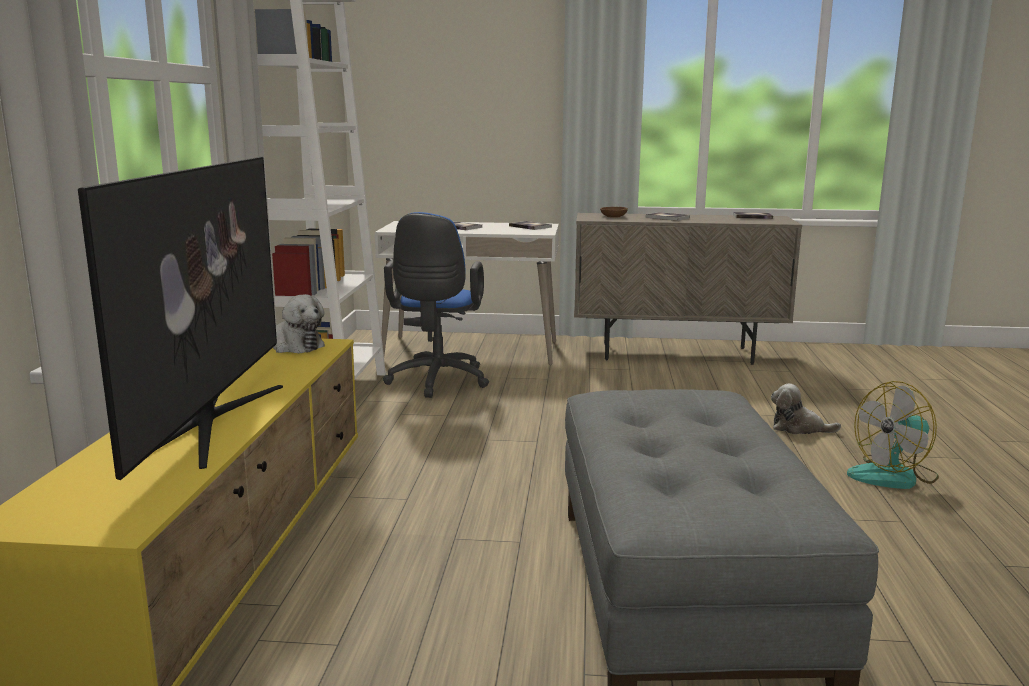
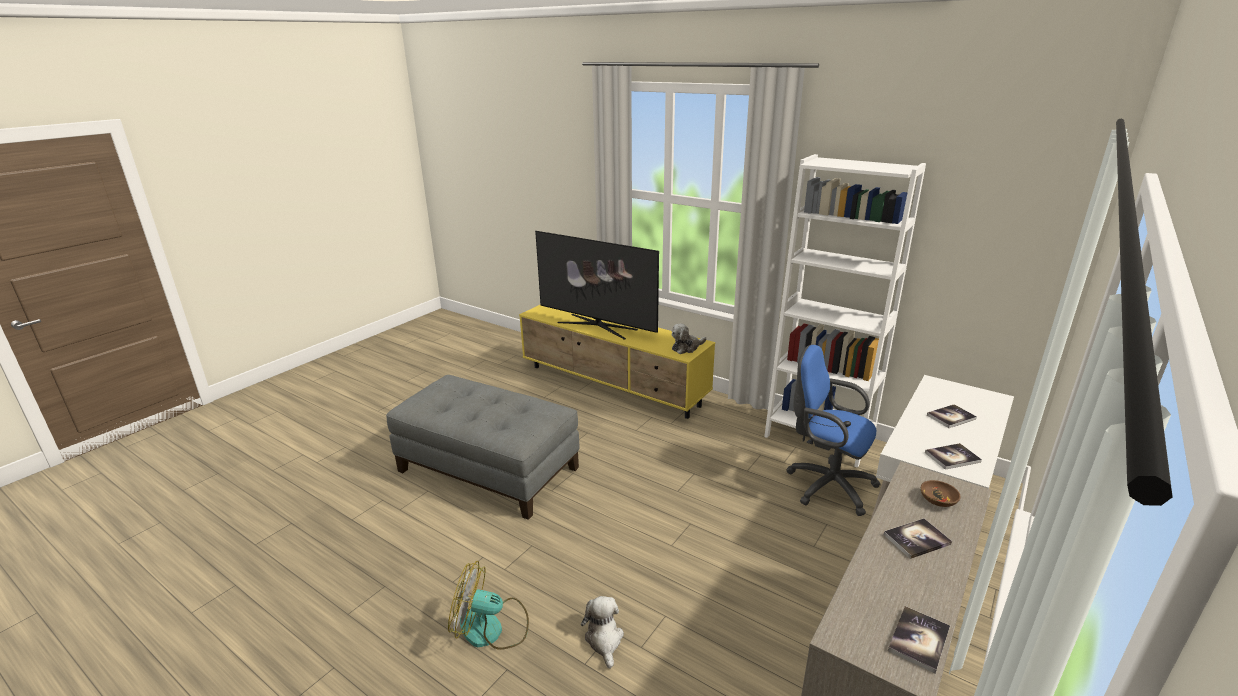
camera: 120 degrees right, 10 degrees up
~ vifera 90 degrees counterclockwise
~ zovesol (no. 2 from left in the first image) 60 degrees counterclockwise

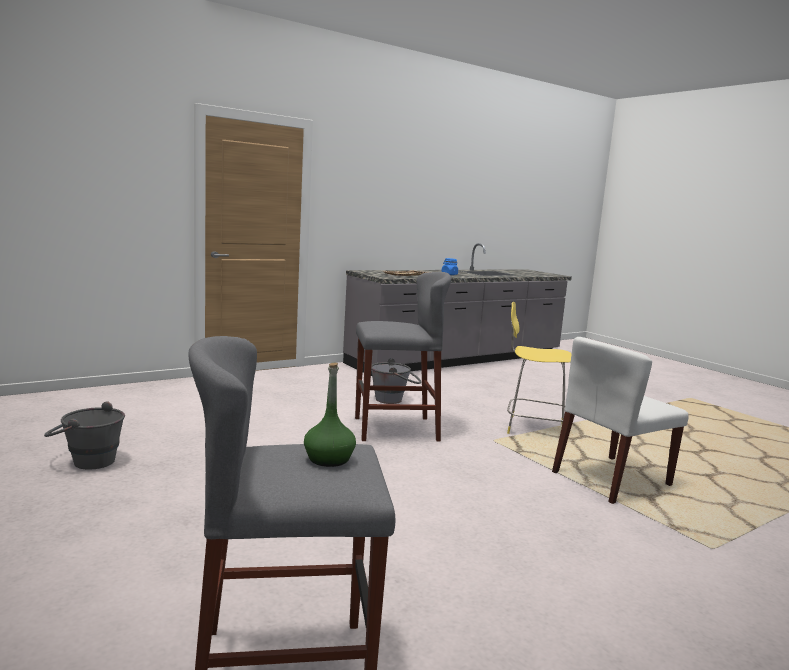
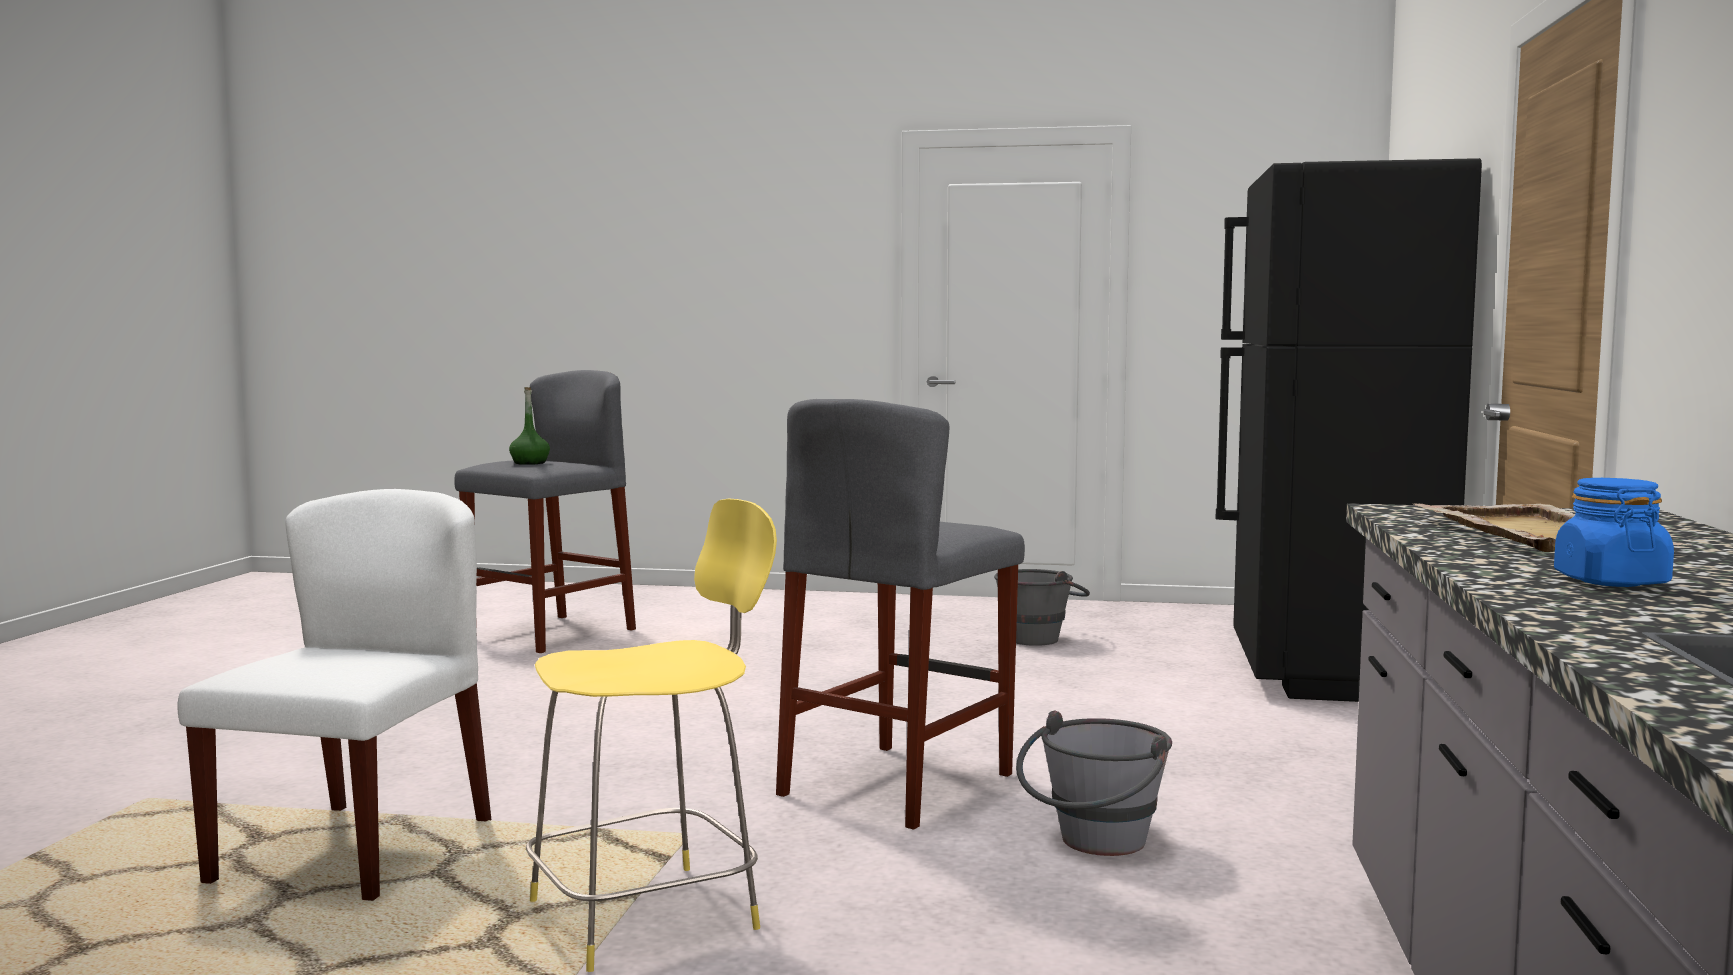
camera: 135 degrees right, 5 degrees down
+ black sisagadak

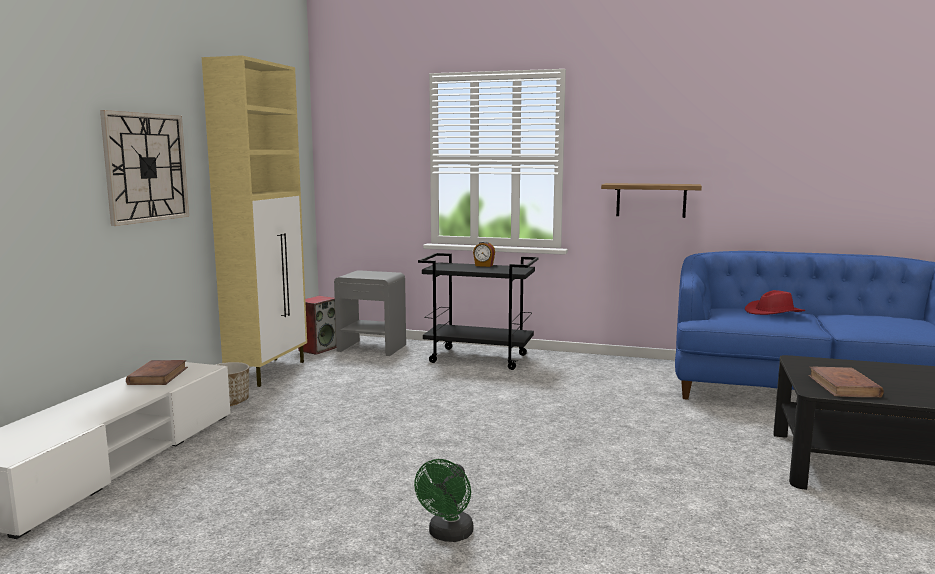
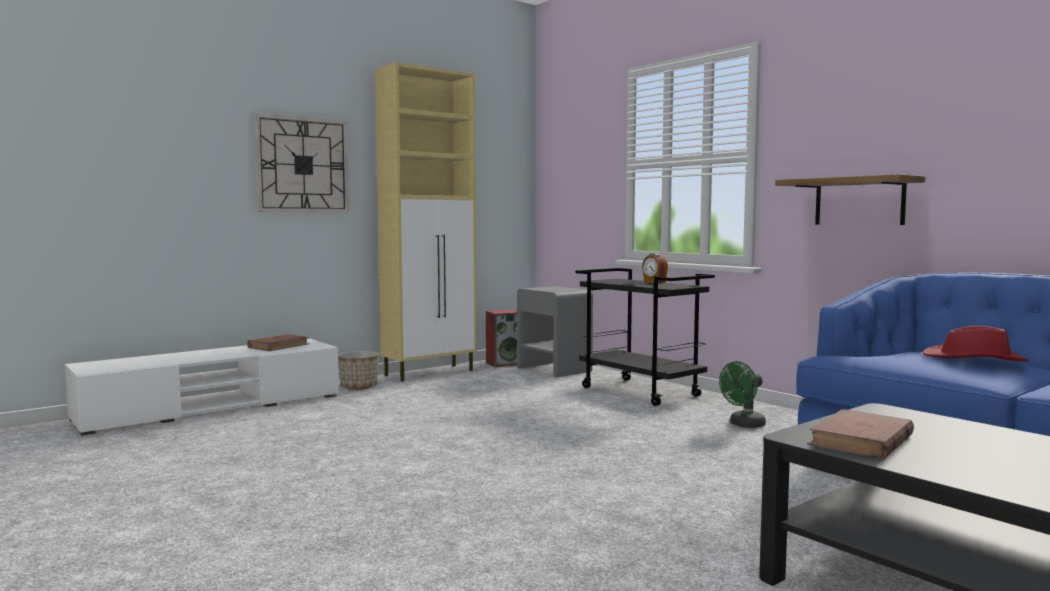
camera: 35 degrees right, 5 degrees down
~ green vifera

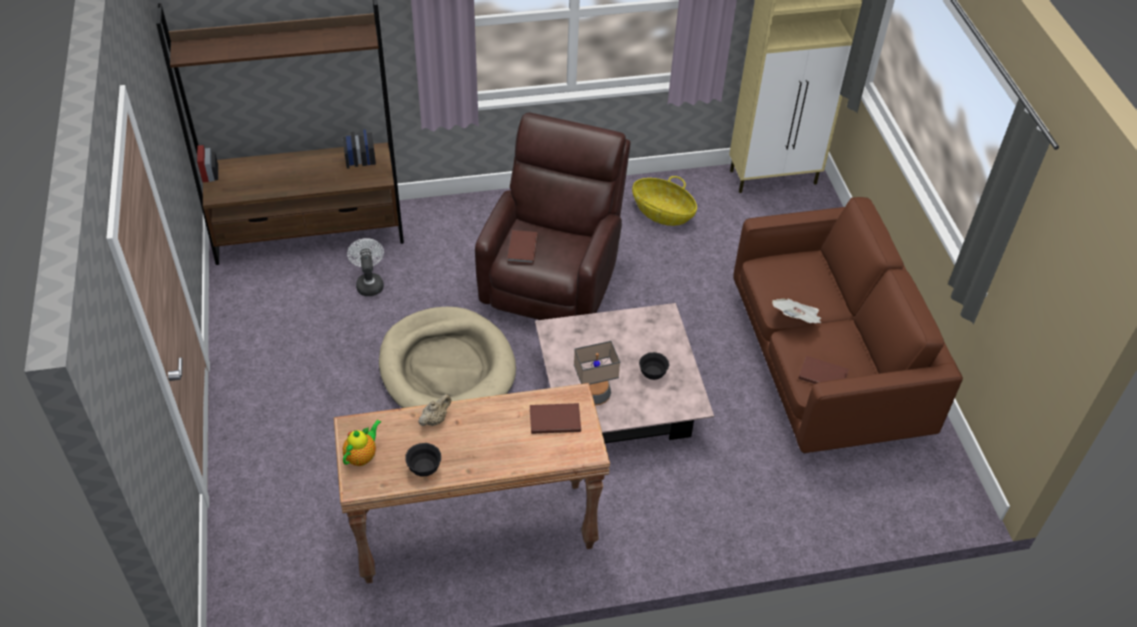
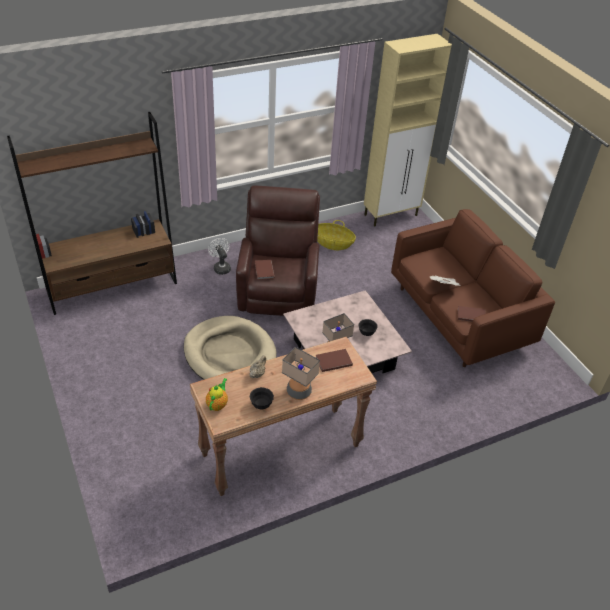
camera: 15 degrees left, 5 degrees down
~ white vifera
+ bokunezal (no. 1 from left)

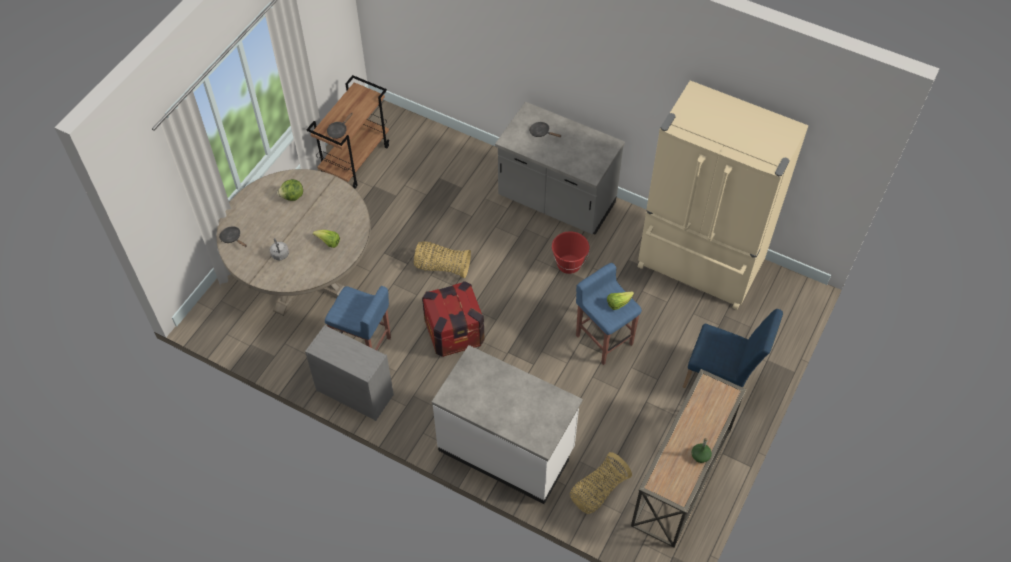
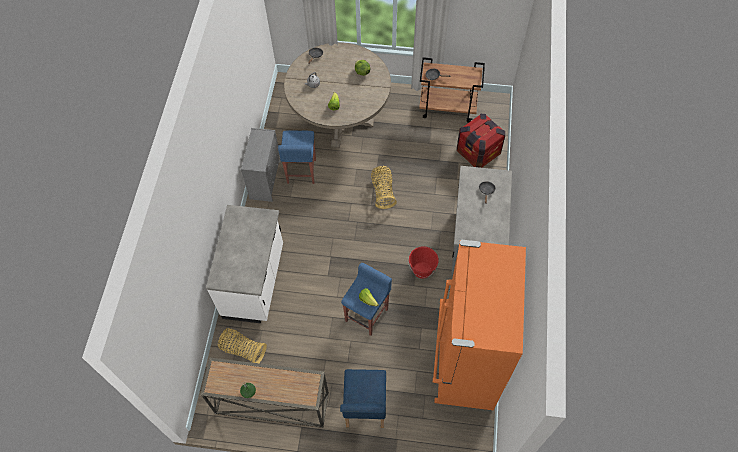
camera: 70 degrees right, 5 degrees up
~ beige sisagadak to orange sisagadak
~ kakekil

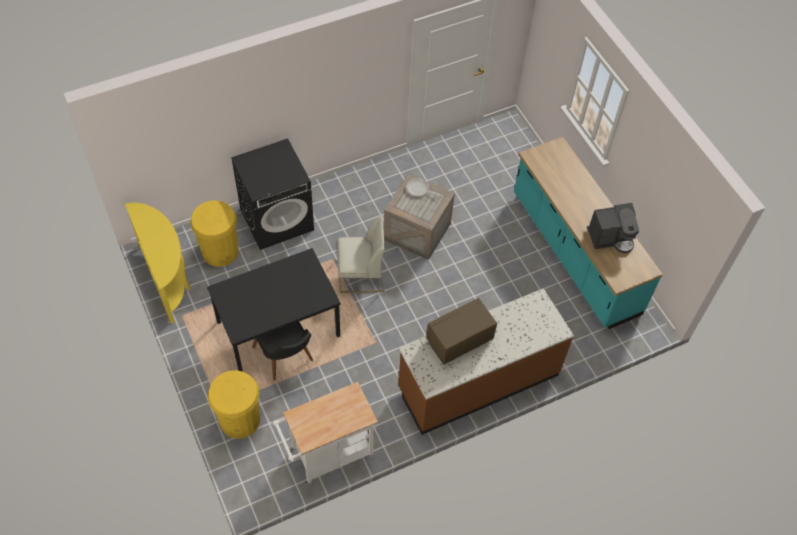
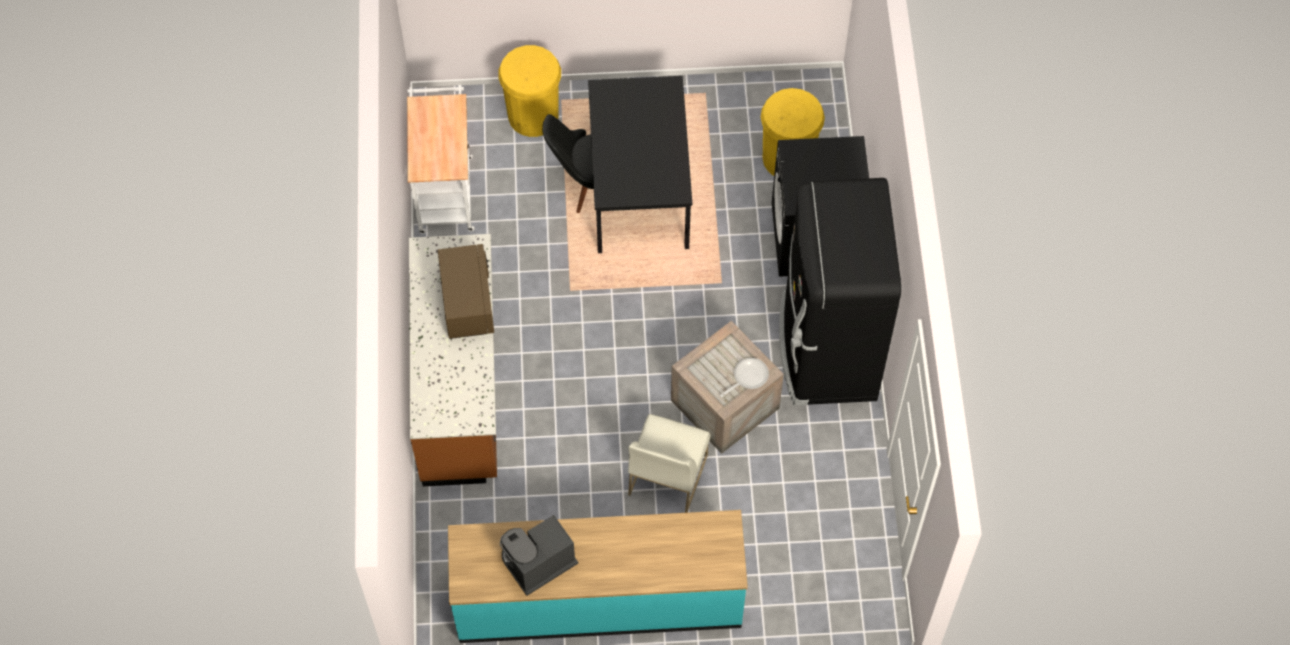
camera: 115 degrees right, 5 degrees up
~ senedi 45 degrees clockwise
~ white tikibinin
+ black sisagadak
- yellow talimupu

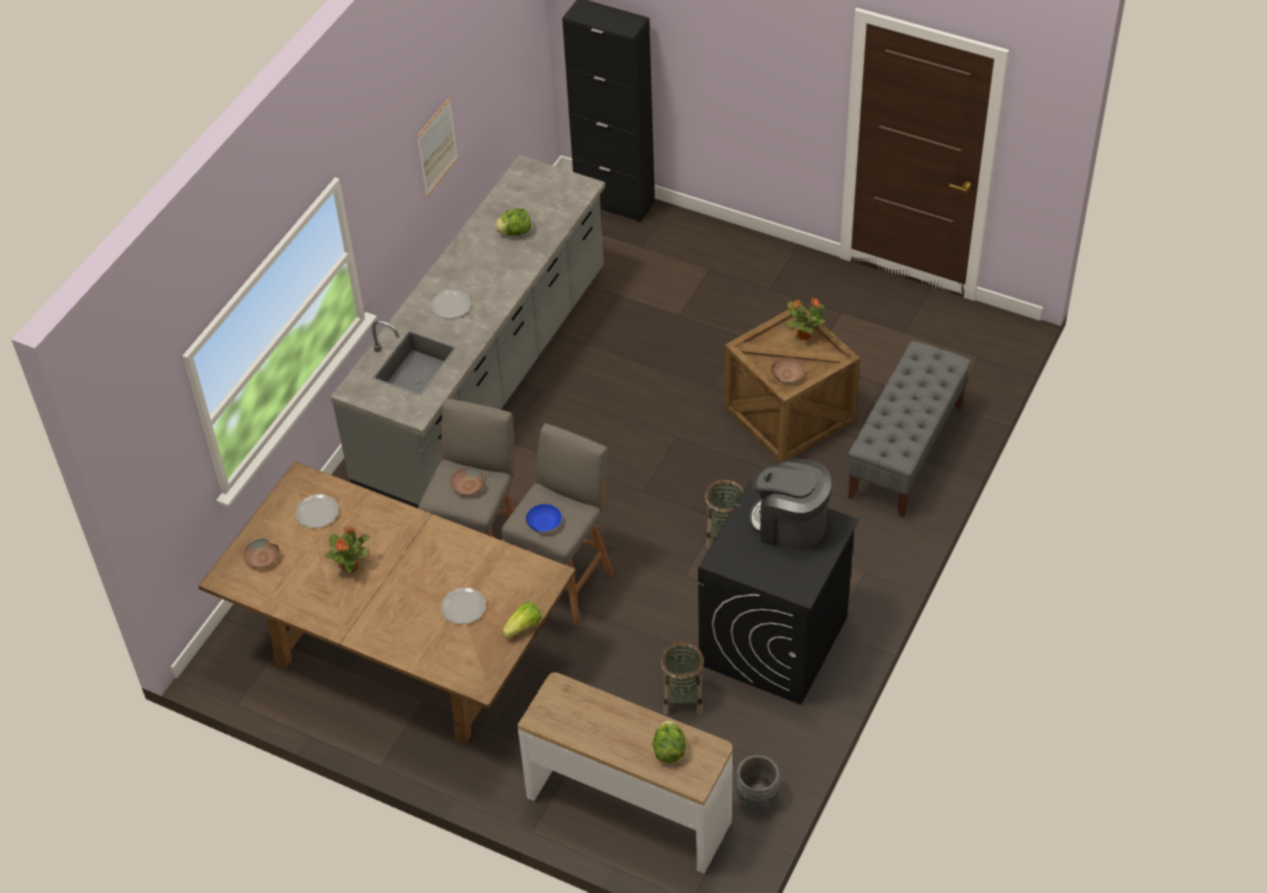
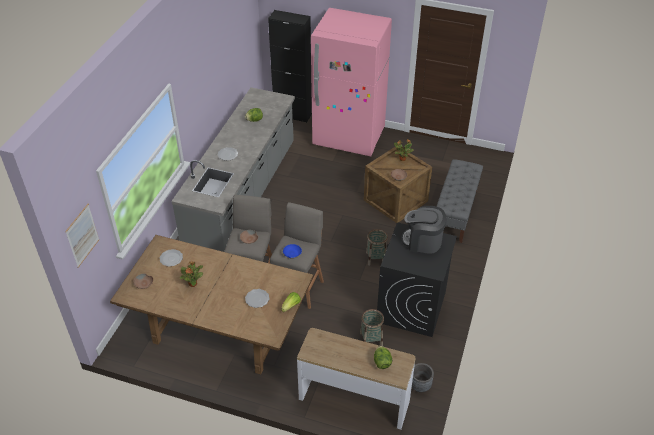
camera: 10 degrees left, 5 degrees down
~ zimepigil
+ pink sisagadak

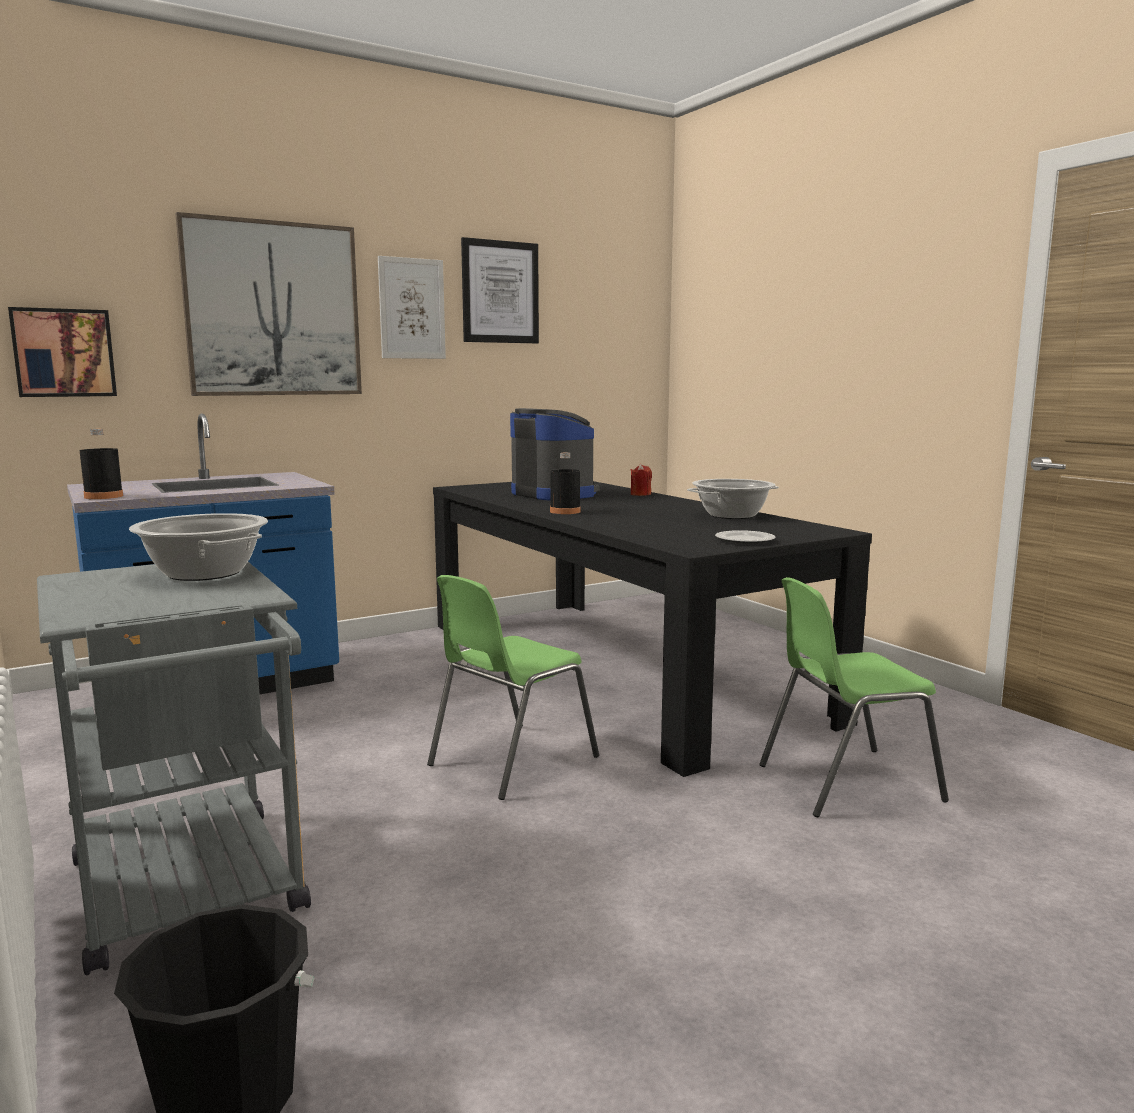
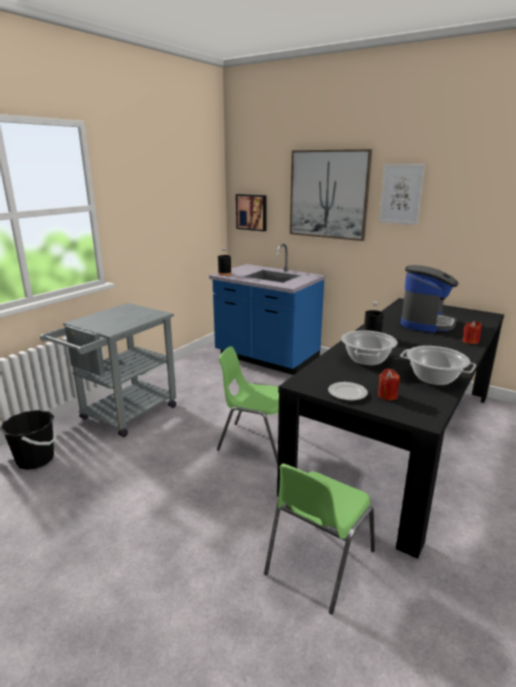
camera: 65 degrees right, 10 degrees up
~ green tikibinin (no. 2 from left) 105 degrees counterclockwise
~ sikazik (no. 1 from left)
+ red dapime (no. 1 from left)
- zimepigil (no. 4 from left)

